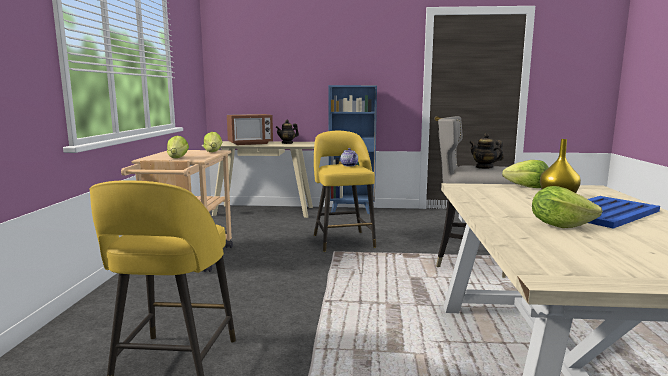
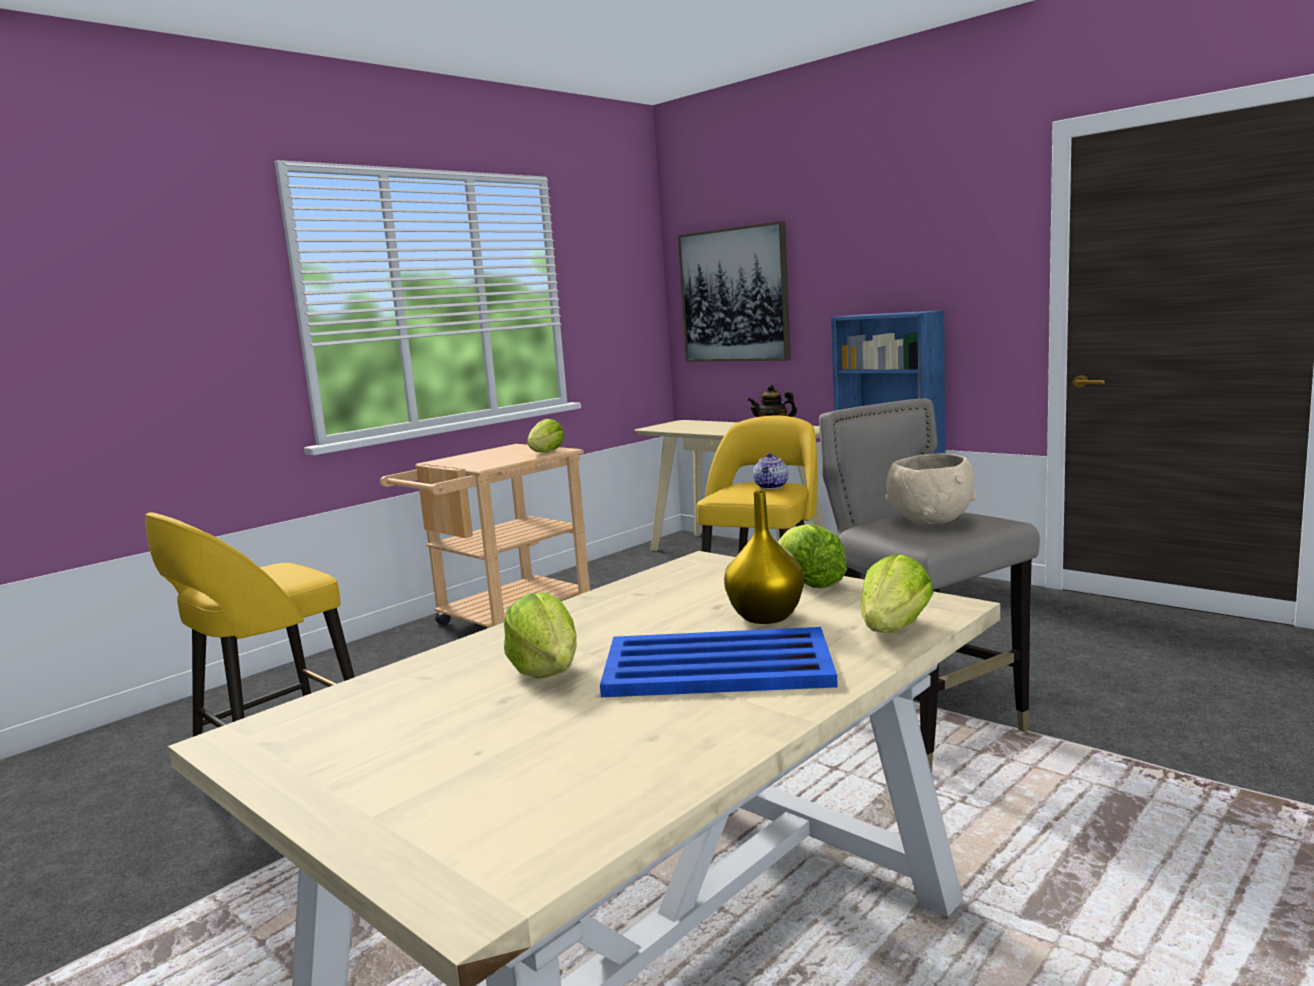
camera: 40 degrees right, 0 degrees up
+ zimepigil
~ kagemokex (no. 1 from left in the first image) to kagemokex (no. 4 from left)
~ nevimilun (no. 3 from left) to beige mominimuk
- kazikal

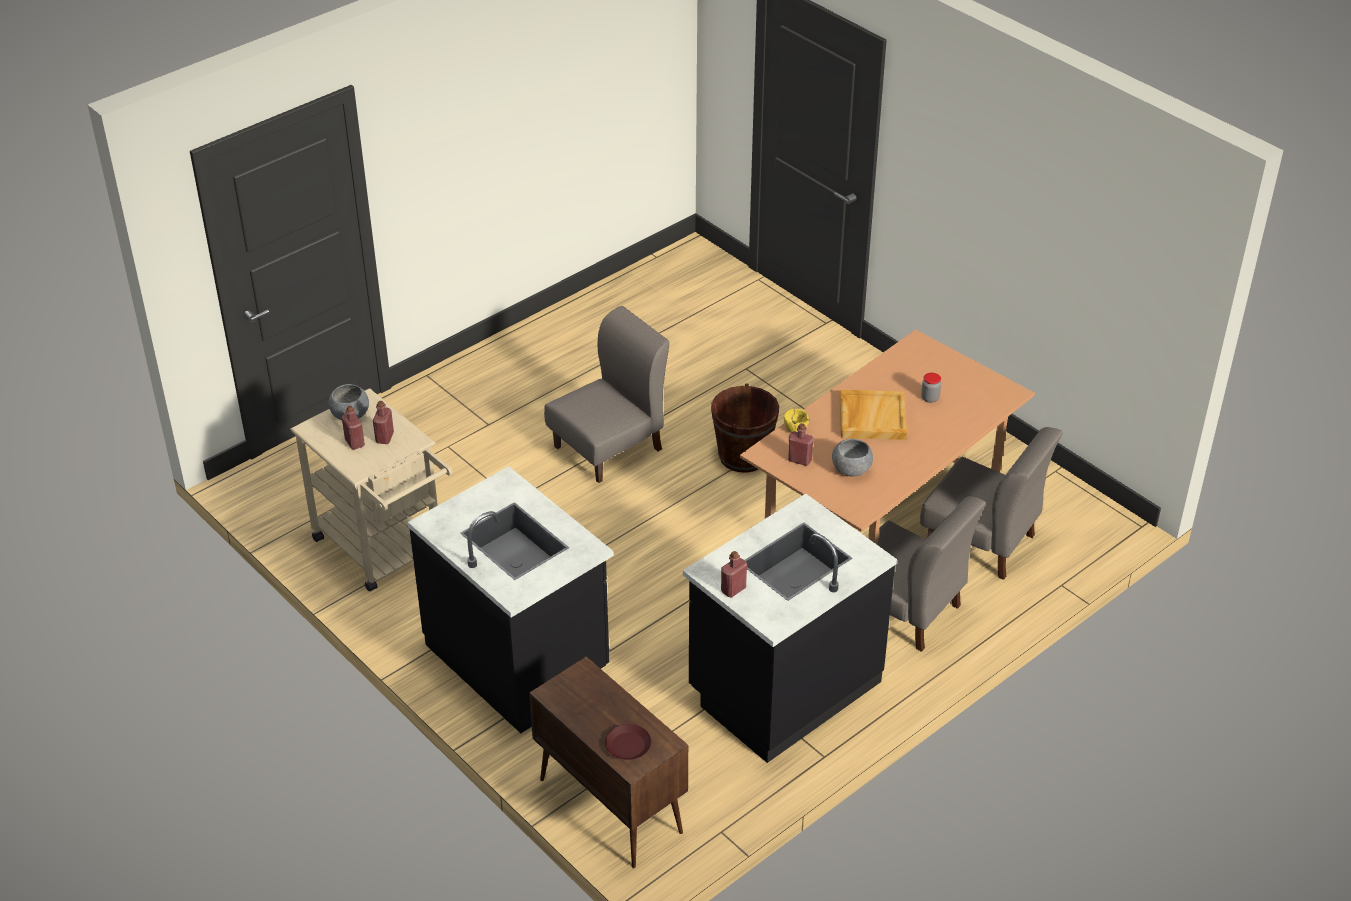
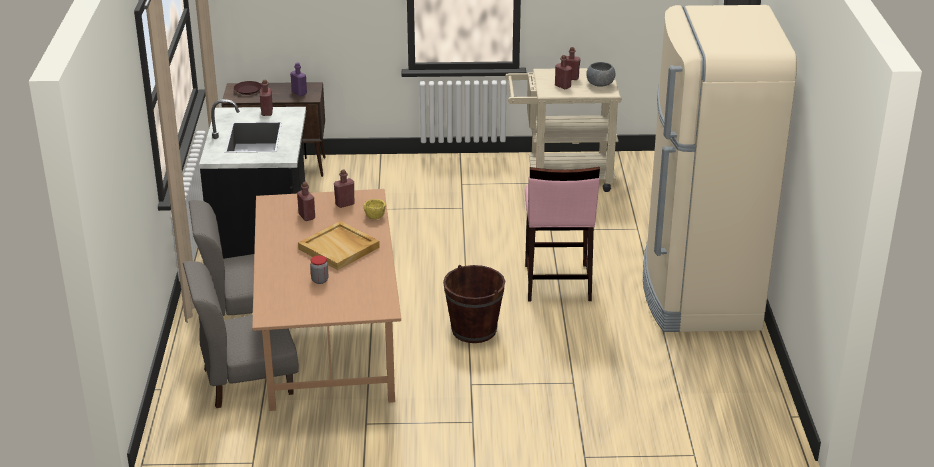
camera: 130 degrees right, 10 degrees down
+ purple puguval
~ grey mominimuk (no. 2 from left) to red puguval (no. 2 from left)
~ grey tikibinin (no. 1 from left) to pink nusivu
+ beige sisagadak
- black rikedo (no. 1 from left)

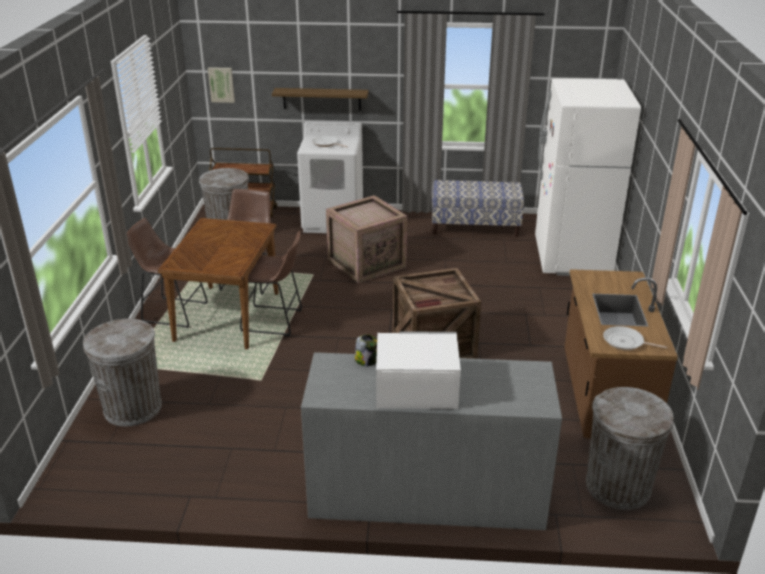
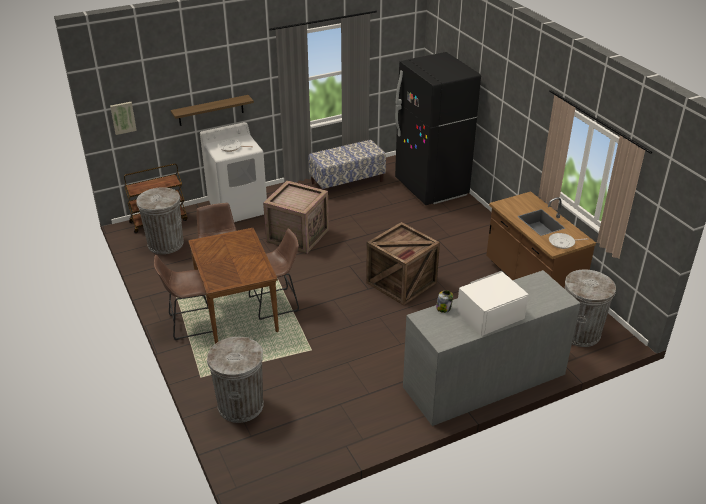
camera: 30 degrees left, 5 degrees up
~ white sisagadak to black sisagadak

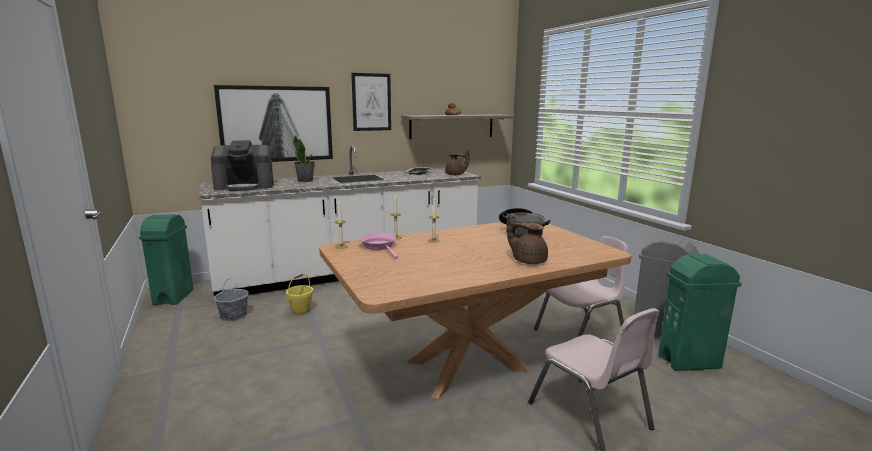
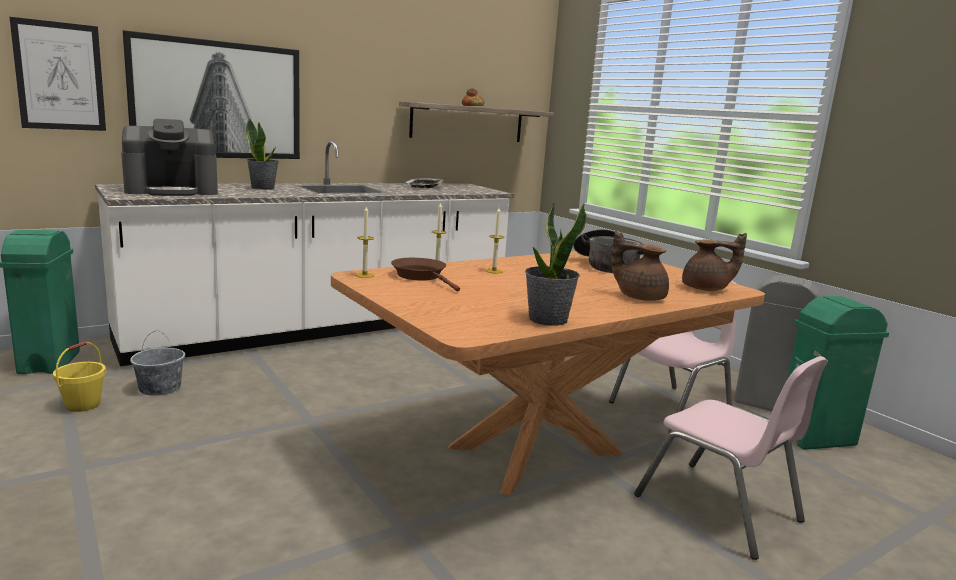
camera: 10 degrees left, 0 degrees up
~ zimepigil (no. 2 from left in the first image) to zimepigil (no. 1 from left)
~ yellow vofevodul
~ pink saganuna to brown saganuna
+ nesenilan (no. 2 from left)
~ brown nevimilun (no. 1 from left in the first image) to brown nevimilun (no. 2 from left)

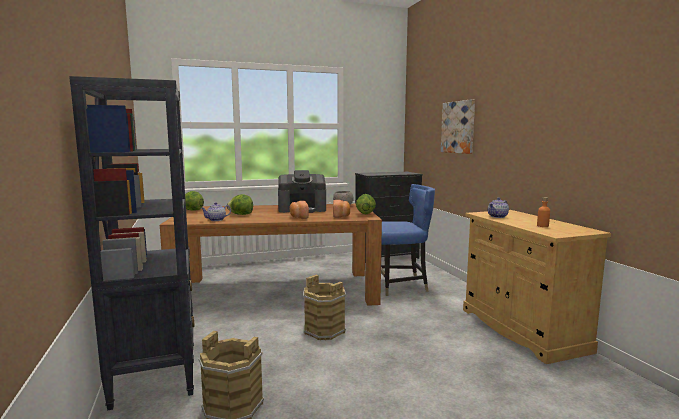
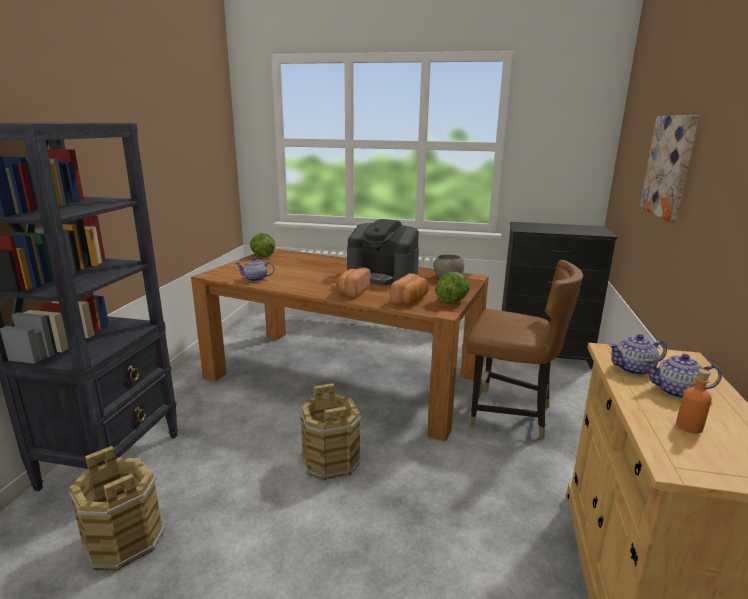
camera: 30 degrees right, 10 degrees up
~ blue tikibinin to brown tikibinin
+ nevimilun (no. 3 from left)
- kagemokex (no. 2 from left)

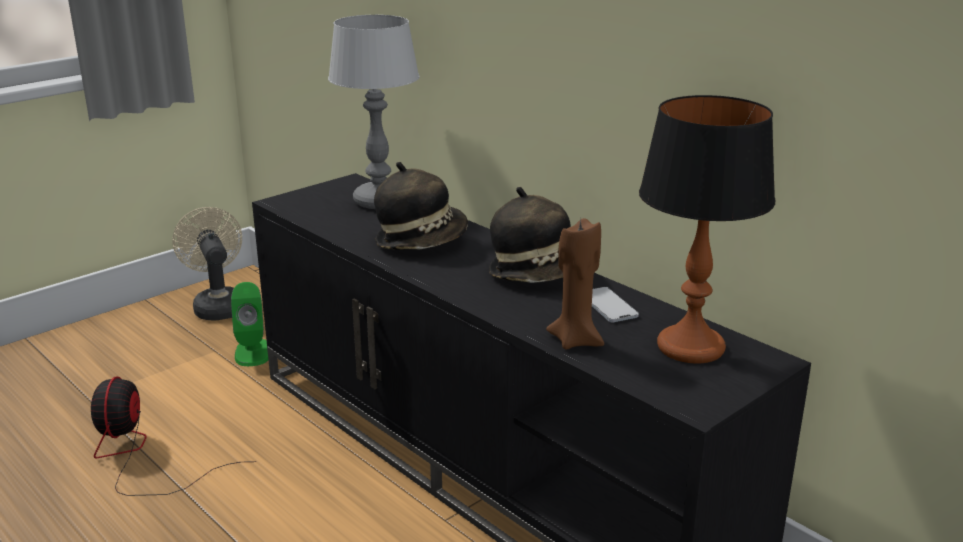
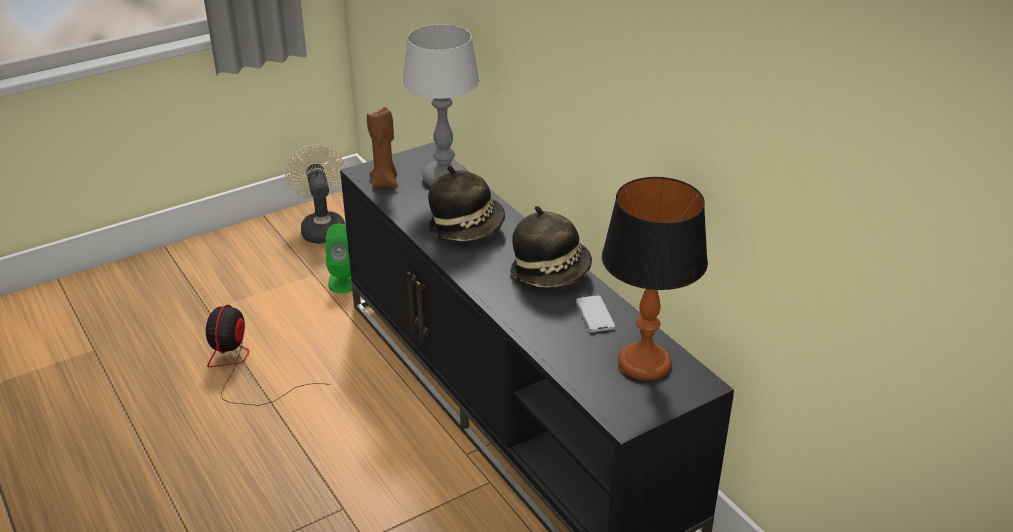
camera: 10 degrees right, 10 degrees up
~ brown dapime

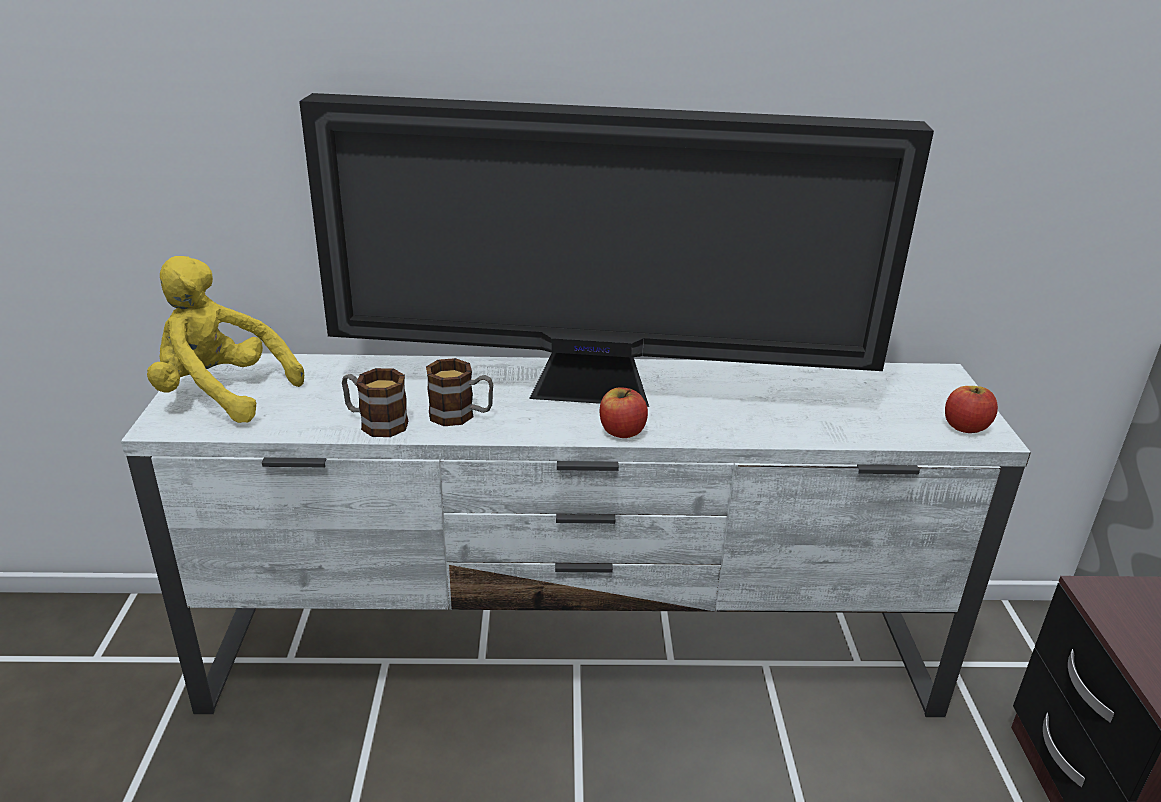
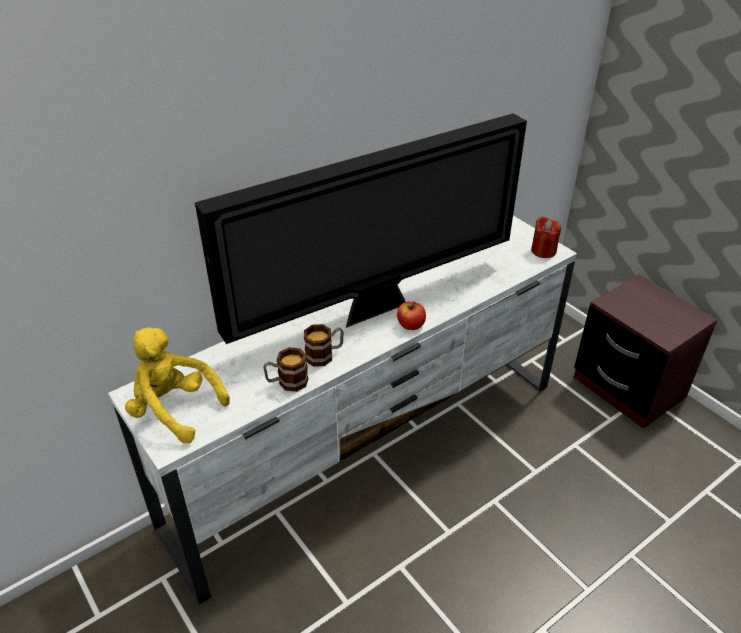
camera: 35 degrees left, 10 degrees up
~ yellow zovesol 45 degrees clockwise
~ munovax (no. 2 from left) to red dapime

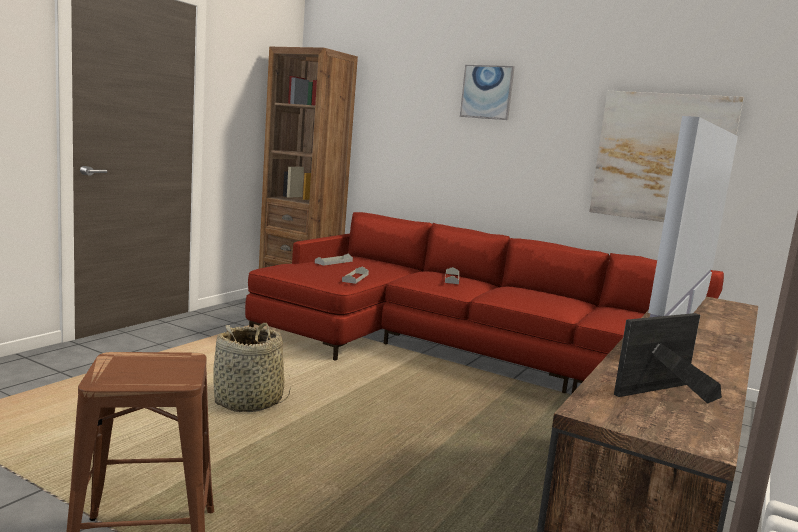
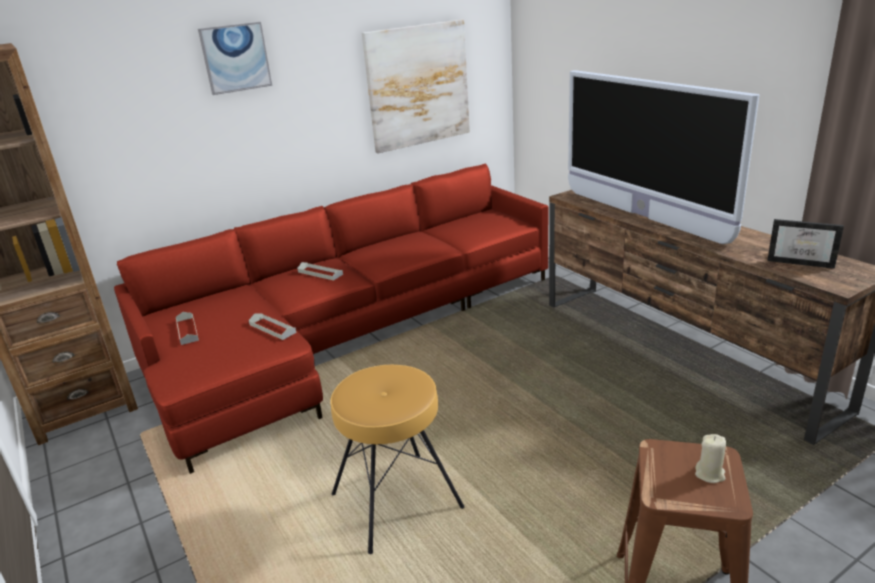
camera: 60 degrees left, 15 degrees up
~ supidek to brown nusivu (no. 1 from left)
+ beige dapime
~ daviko 60 degrees counterclockwise

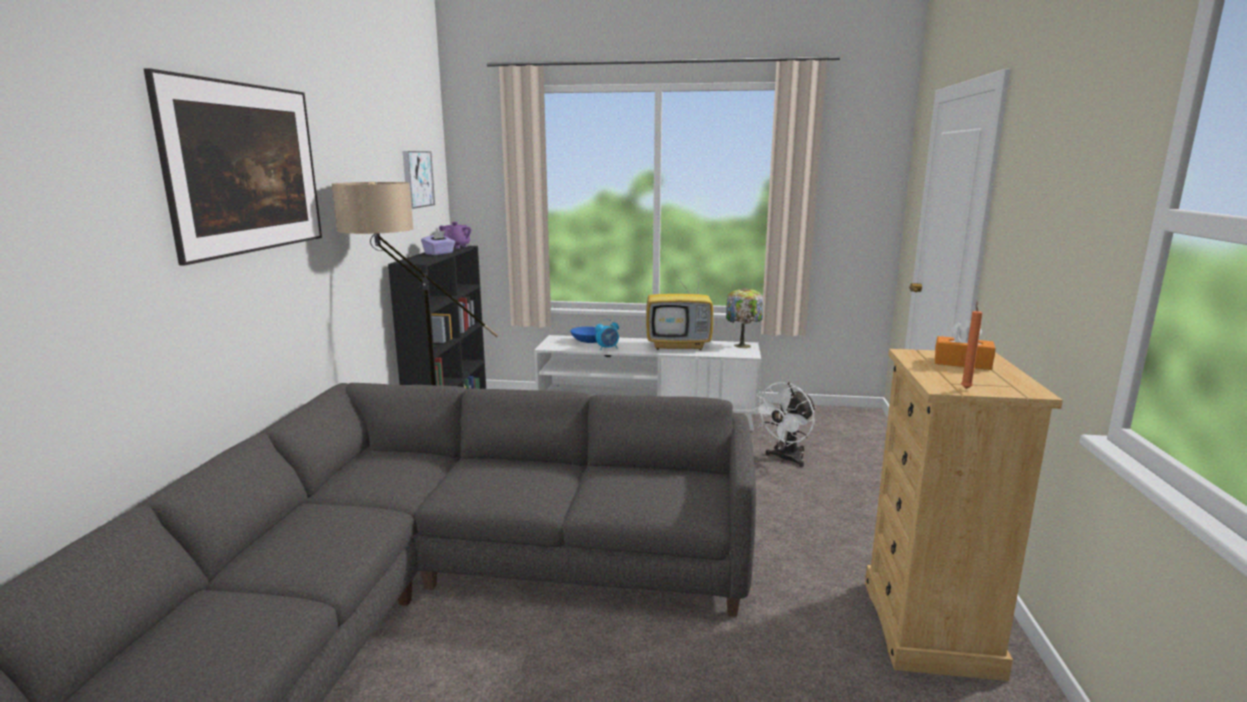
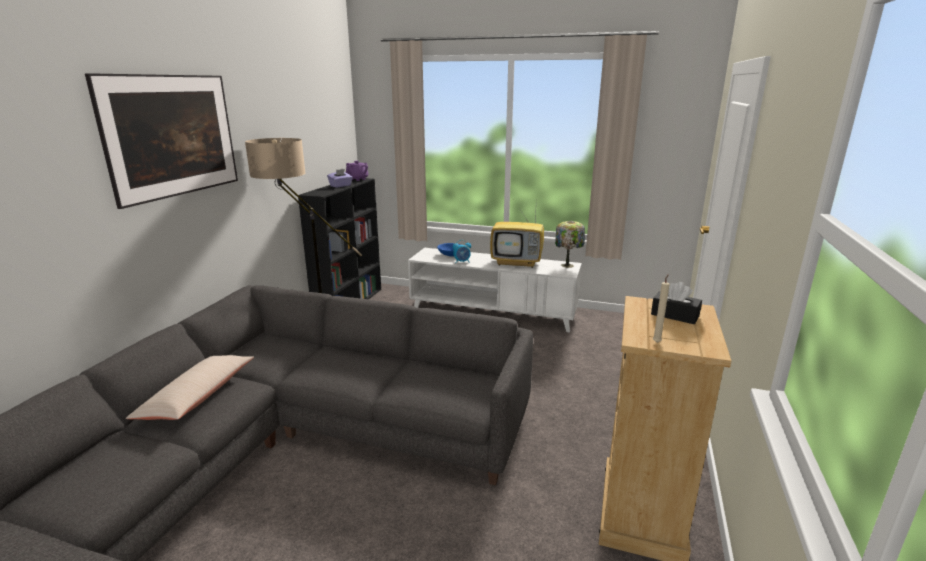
camera: 10 degrees right, 5 degrees up
+ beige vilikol
~ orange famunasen to black famunasen
~ orange dapime to beige dapime
- zimepigil (no. 2 from left)
- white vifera

